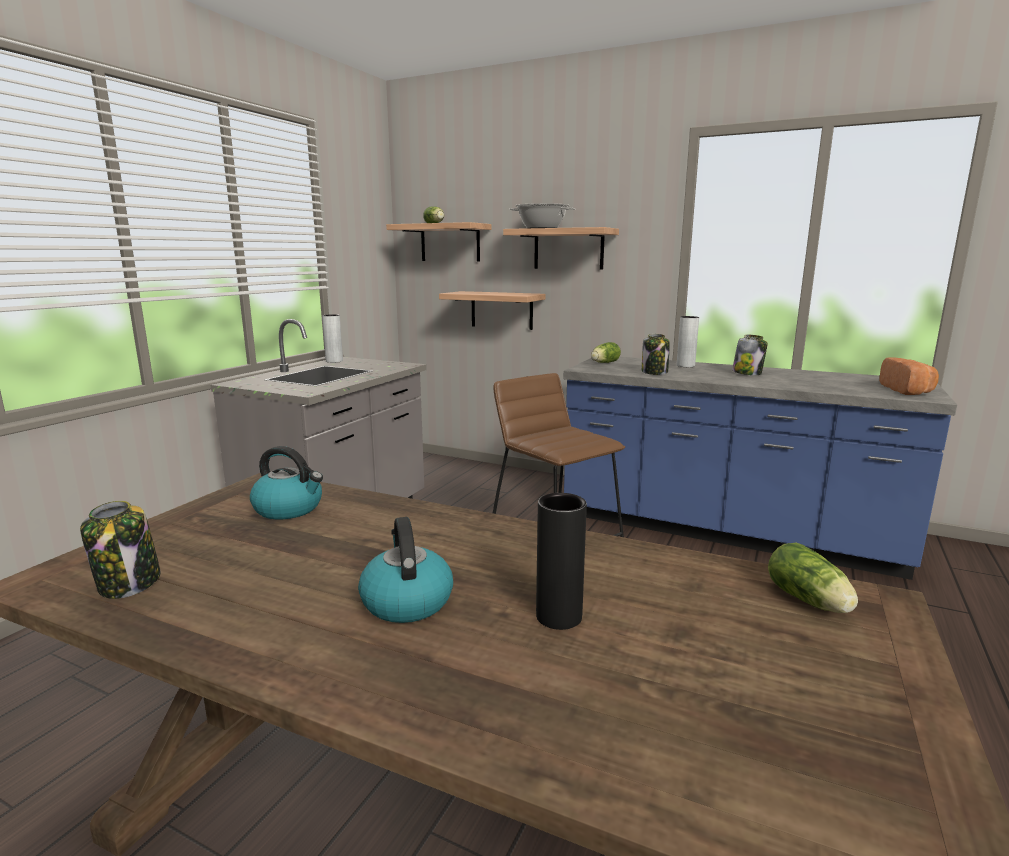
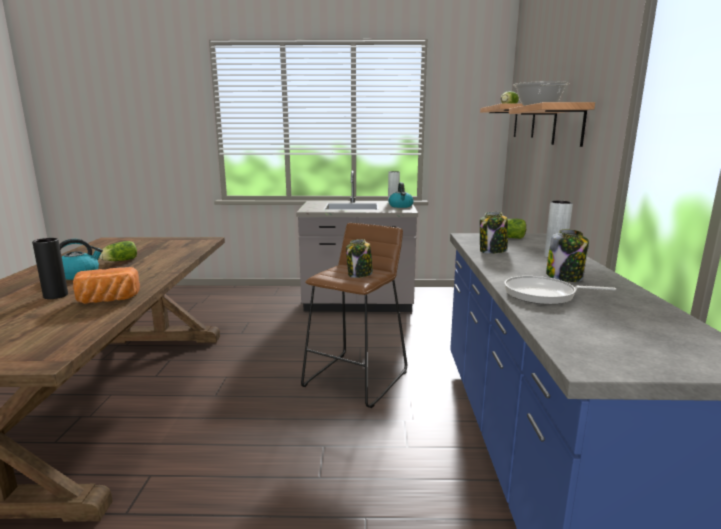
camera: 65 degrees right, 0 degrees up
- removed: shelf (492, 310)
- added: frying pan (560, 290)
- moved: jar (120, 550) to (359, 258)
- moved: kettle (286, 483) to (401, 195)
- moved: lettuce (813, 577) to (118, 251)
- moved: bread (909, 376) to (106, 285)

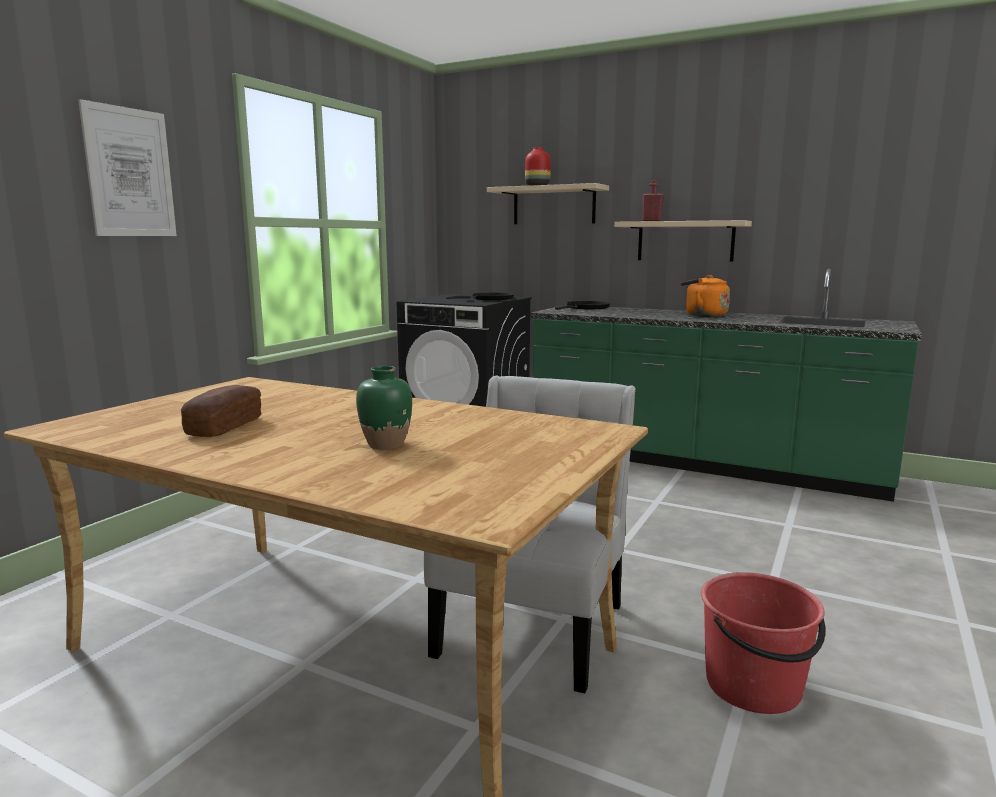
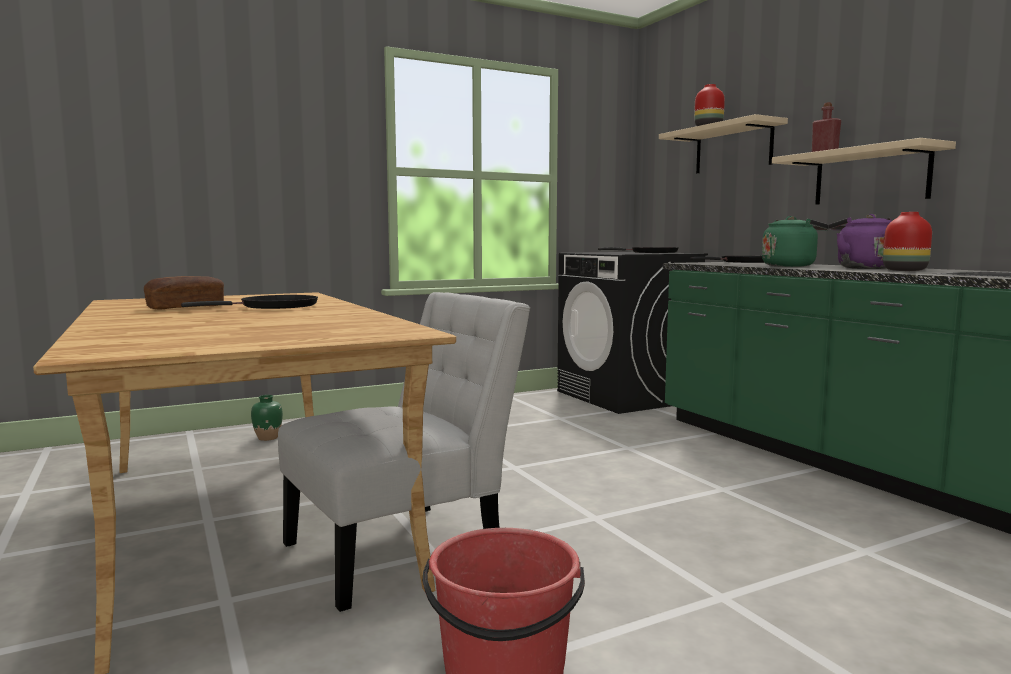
camera: 35 degrees right, 5 degrees down
- removed: picture (127, 167)
- added: black frying pan (249, 302)
- added: green kettle (795, 241)
- added: red vase (907, 241)
- moved: green vase (384, 408) to (267, 418)
- recoloured: orange kettle (705, 296) to purple kettle (859, 241)

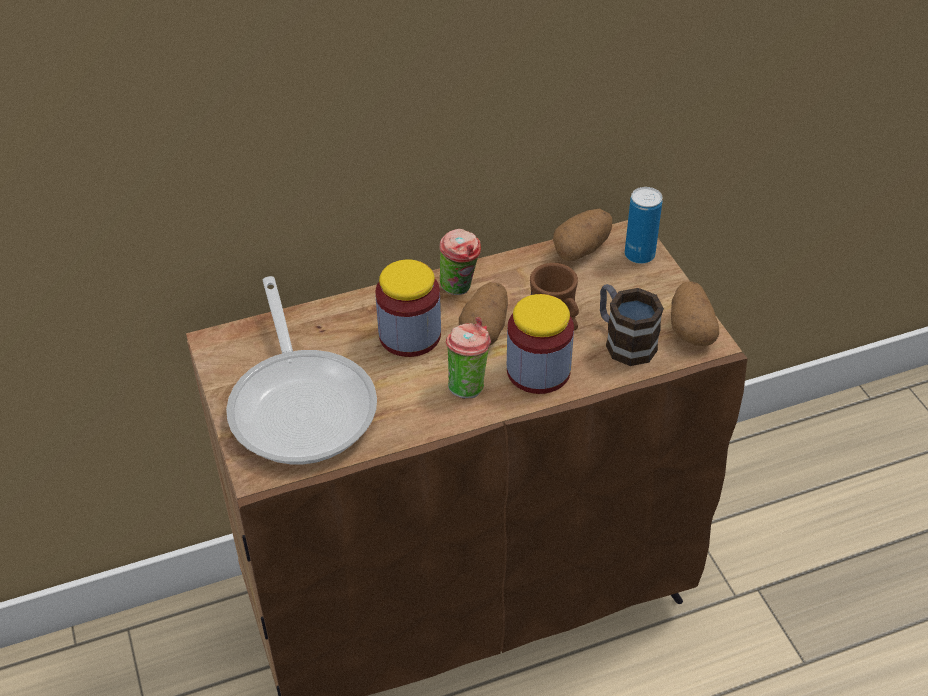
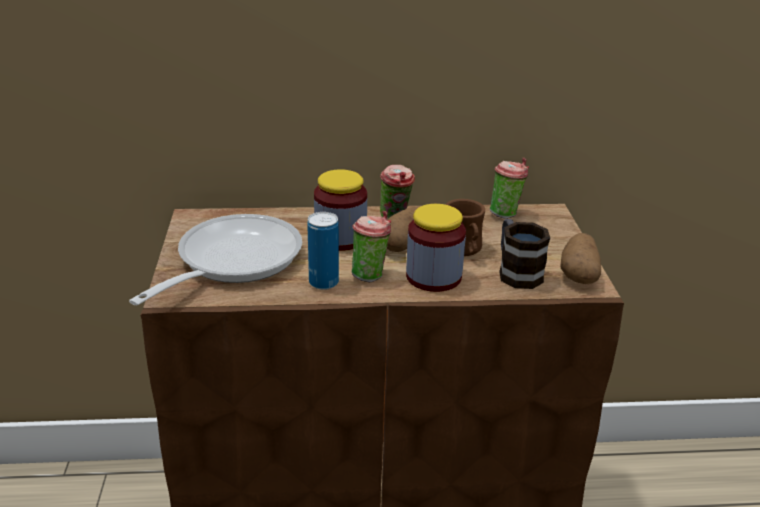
camera: 15 degrees right, 15 degrees down
- moved: can (643, 225) to (323, 251)
- replaced: potato (582, 235) to cup (509, 188)
- turned: frying pan (301, 370) = (215, 259) 150 degrees counterclockwise

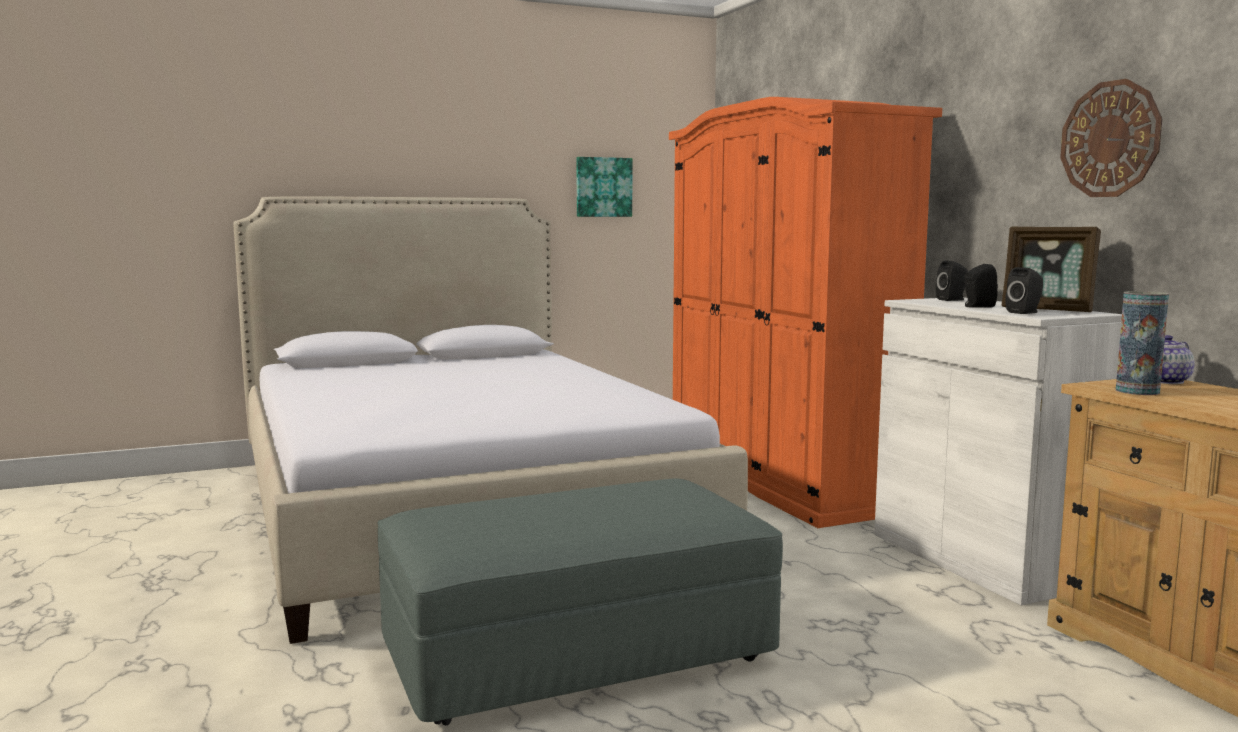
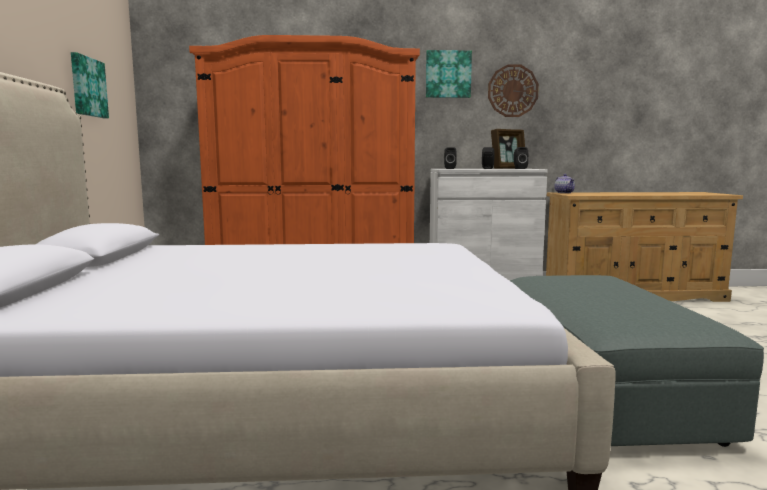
camera: 70 degrees left, 0 degrees up
- removed: vase (1142, 343)
- added: picture (449, 74)

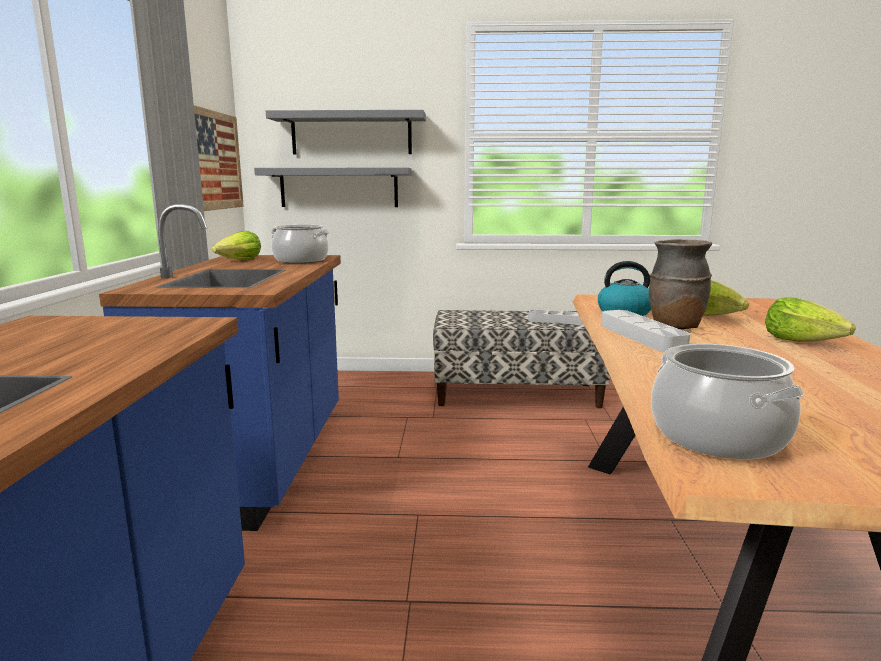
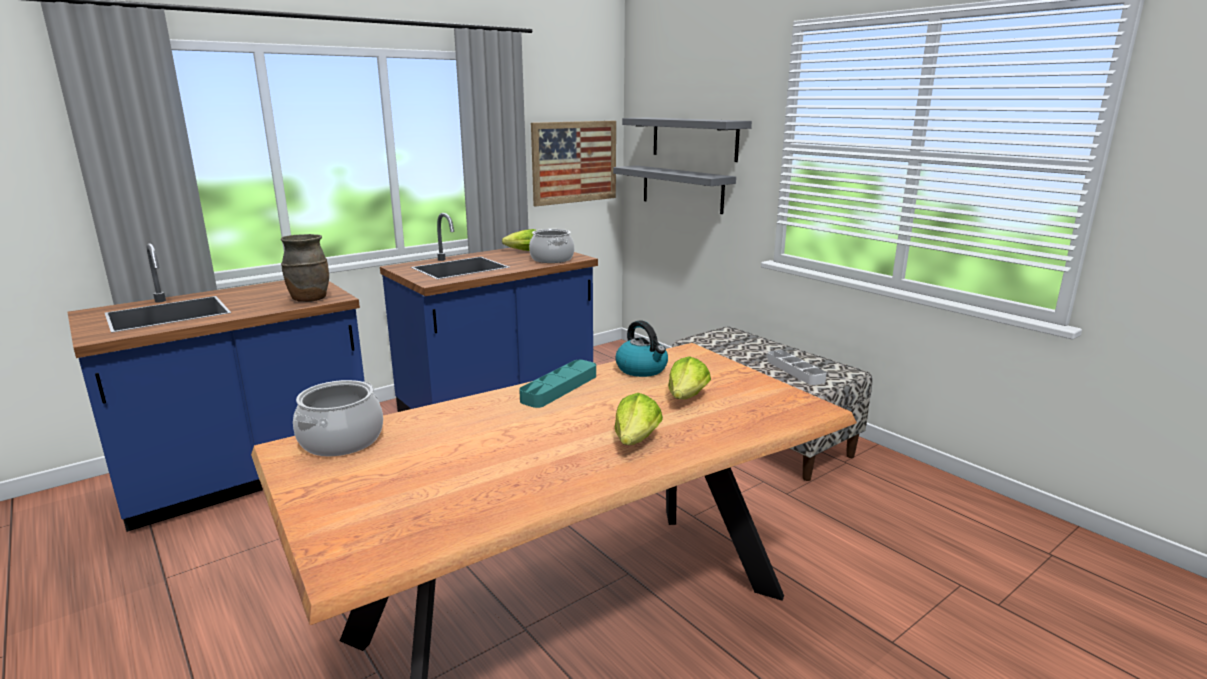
camera: 50 degrees right, 5 degrees up
- moved: brown vase (680, 284) to (305, 268)
- recoloured: grey tray (645, 331) to turquoise tray (557, 384)

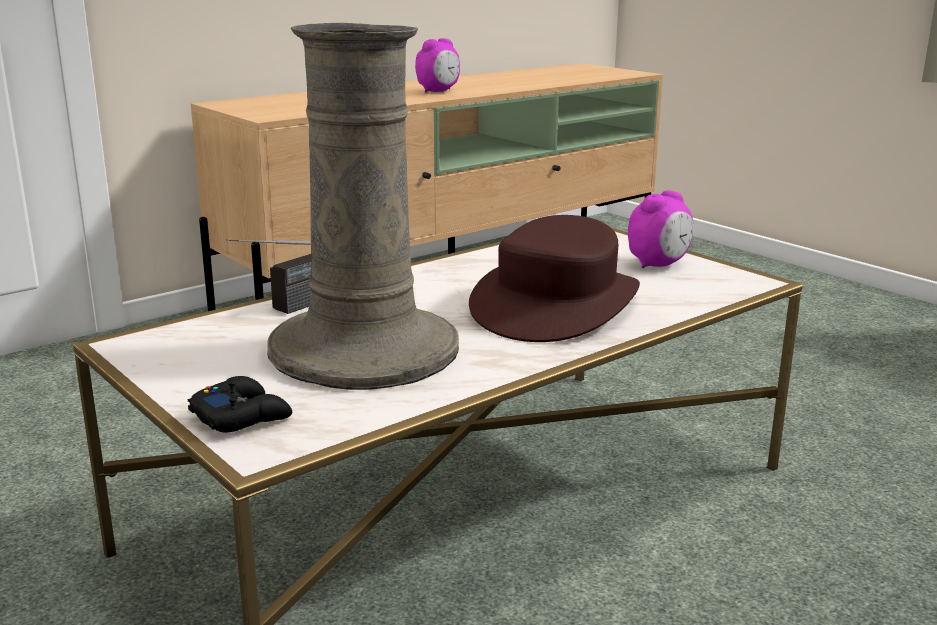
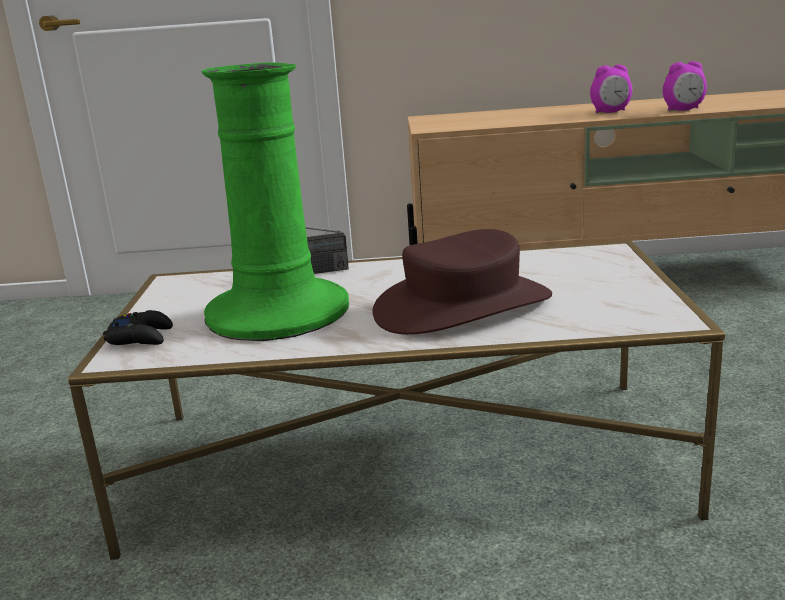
camera: 40 degrees right, 0 degrees up
- moved: alarm clock (660, 229) to (685, 86)
- recoloured: beige vase (363, 206) to green vase (275, 201)

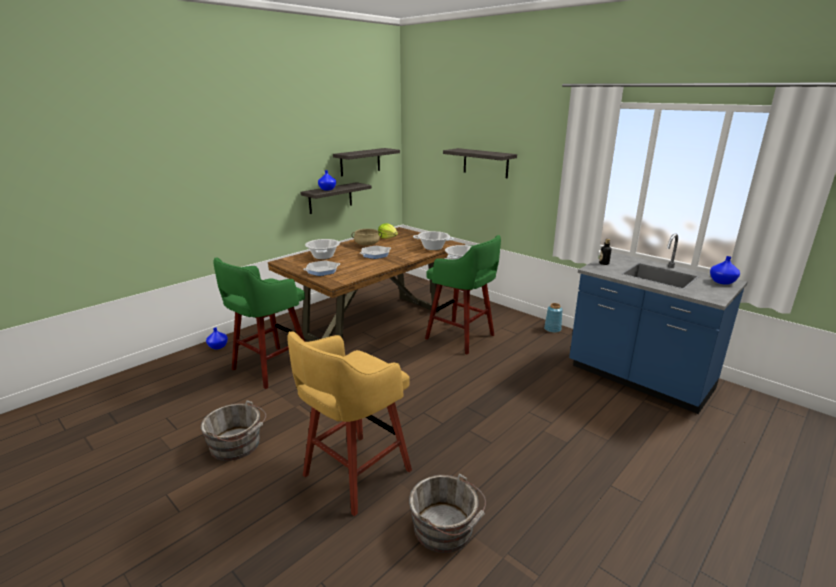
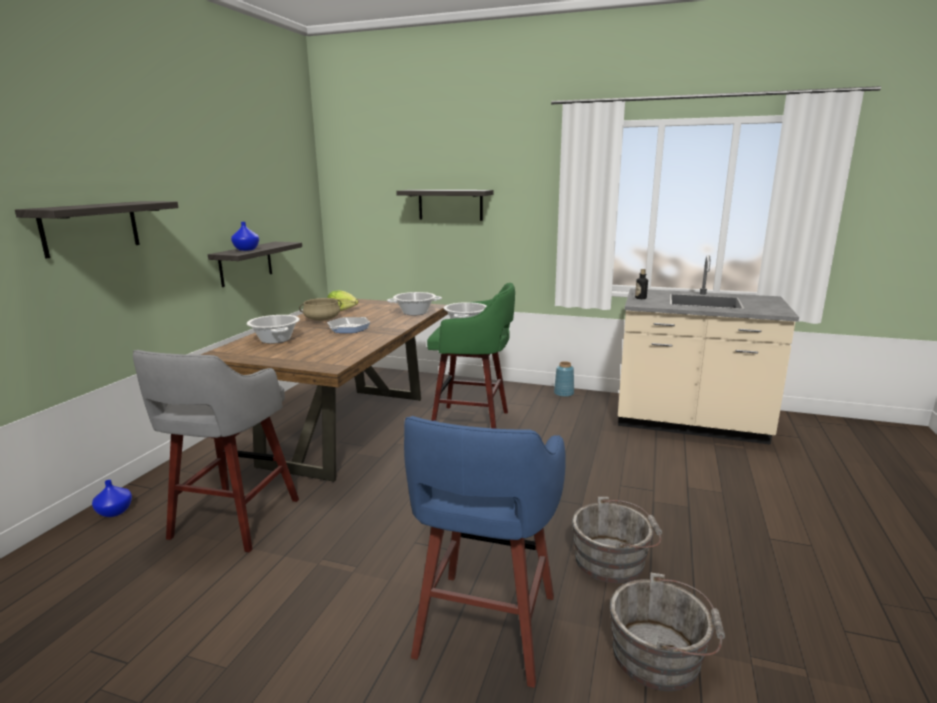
camera: 25 degrees left, 5 degrees down
- removed: frying pan (322, 268)
- removed: blue vase (725, 270)
- moved: grey bucket (233, 430) to (617, 540)
- moved: shelf (366, 162) to (96, 230)
- recoloured: green stool (259, 323) to grey stool (216, 451)
- recoloured: yellow stool (350, 423) to blue stool (485, 552)
- recoloured: blue counter (658, 323) to beige counter (708, 350)

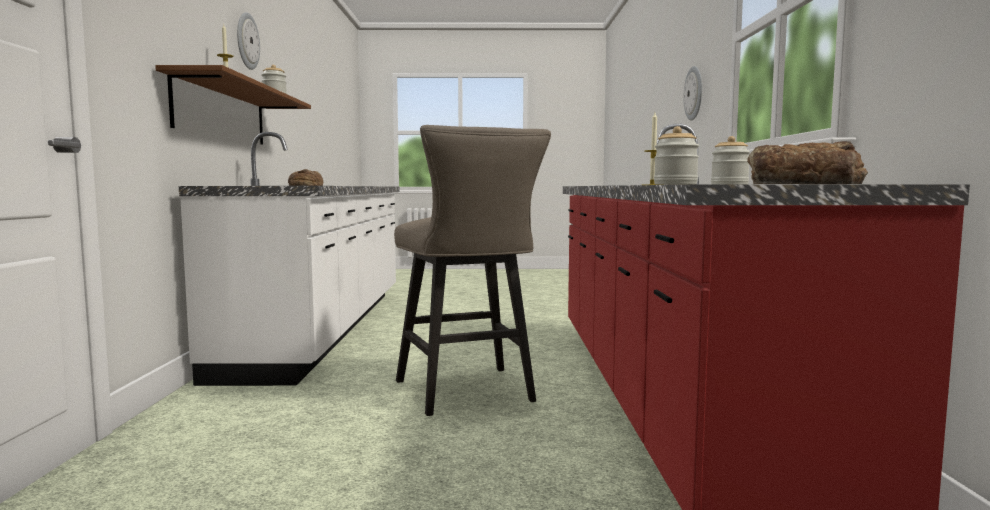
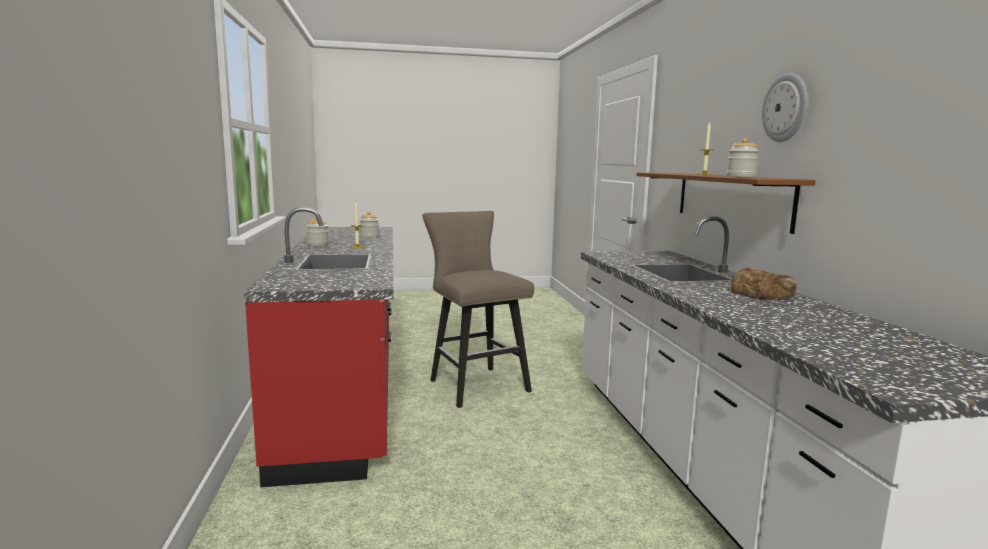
camera: 170 degrees right, 5 degrees up
- removed: wall clock (692, 93)
- removed: bread (807, 162)

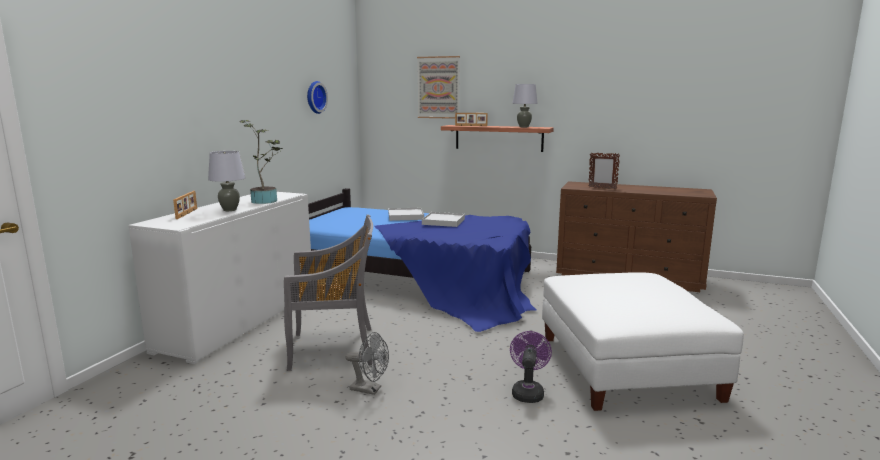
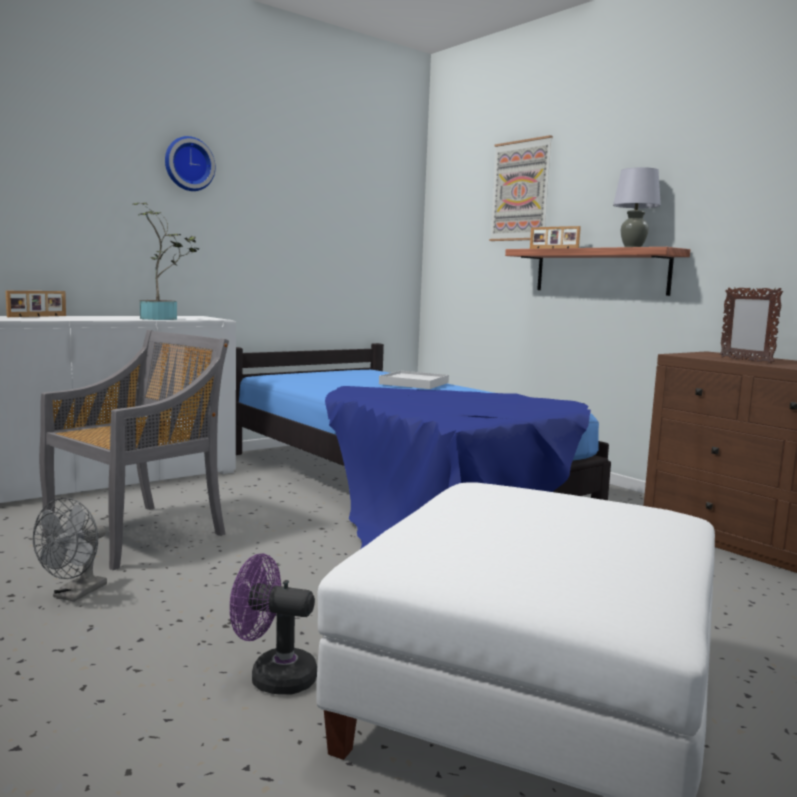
camera: 30 degrees right, 5 degrees down
- removed: grey table lamp (227, 181)
- removed: white tray (443, 219)
- moved: wall clock (317, 97) to (190, 163)
- turned: grey chair (328, 292) = (134, 450) 75 degrees counterclockwise
- turned: grey fan (367, 363) = (70, 550) 60 degrees clockwise
- turned: purple fan (531, 367) = (273, 623) 120 degrees counterclockwise

